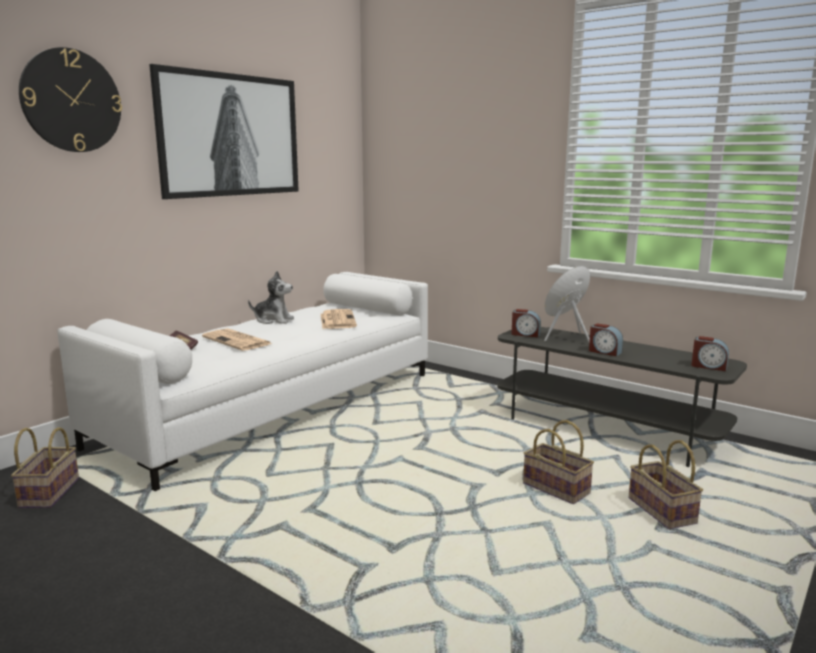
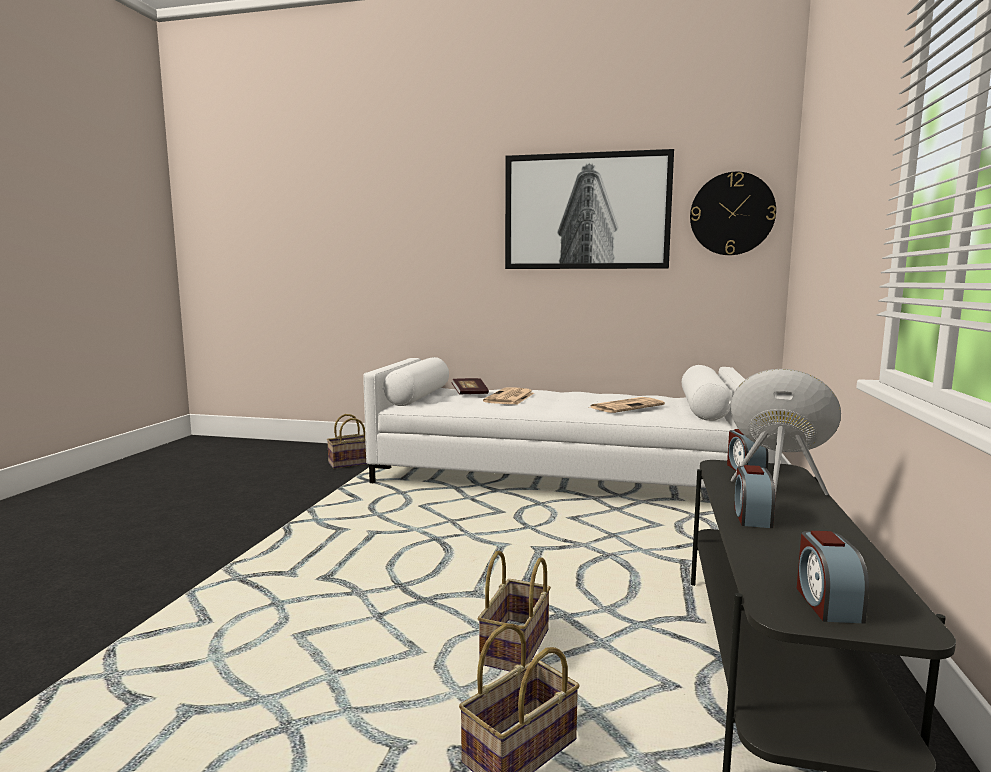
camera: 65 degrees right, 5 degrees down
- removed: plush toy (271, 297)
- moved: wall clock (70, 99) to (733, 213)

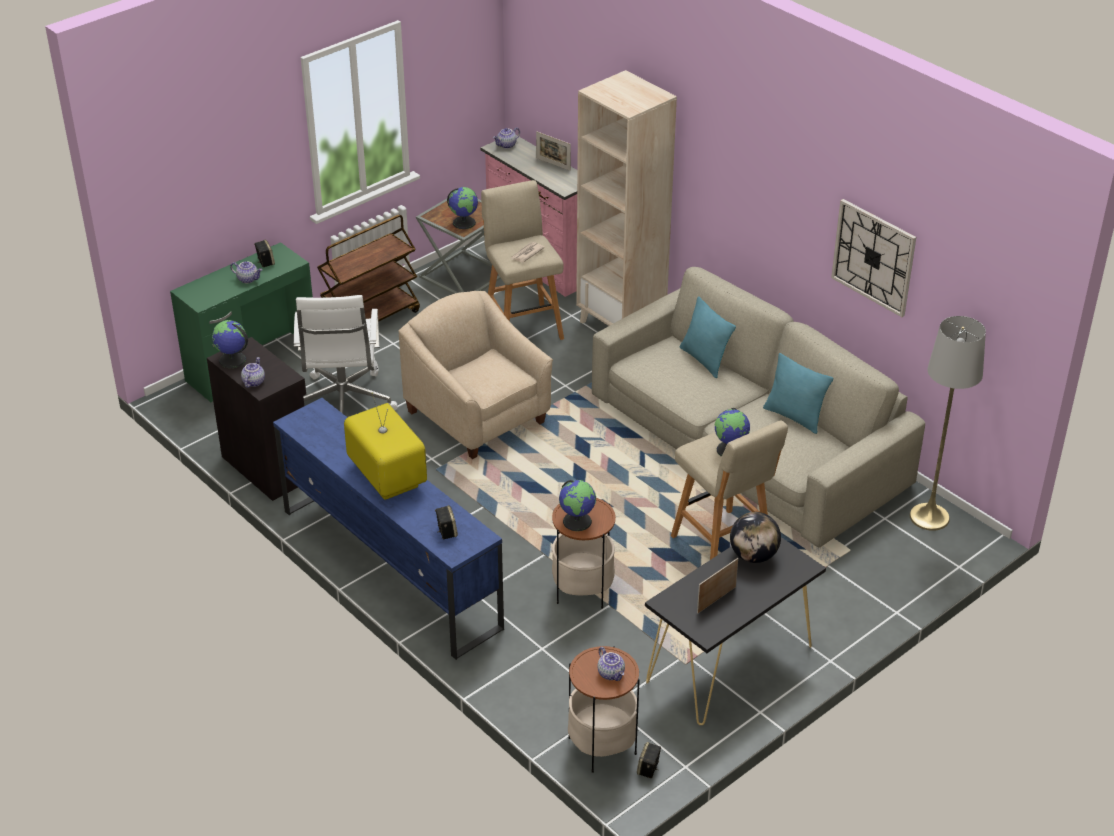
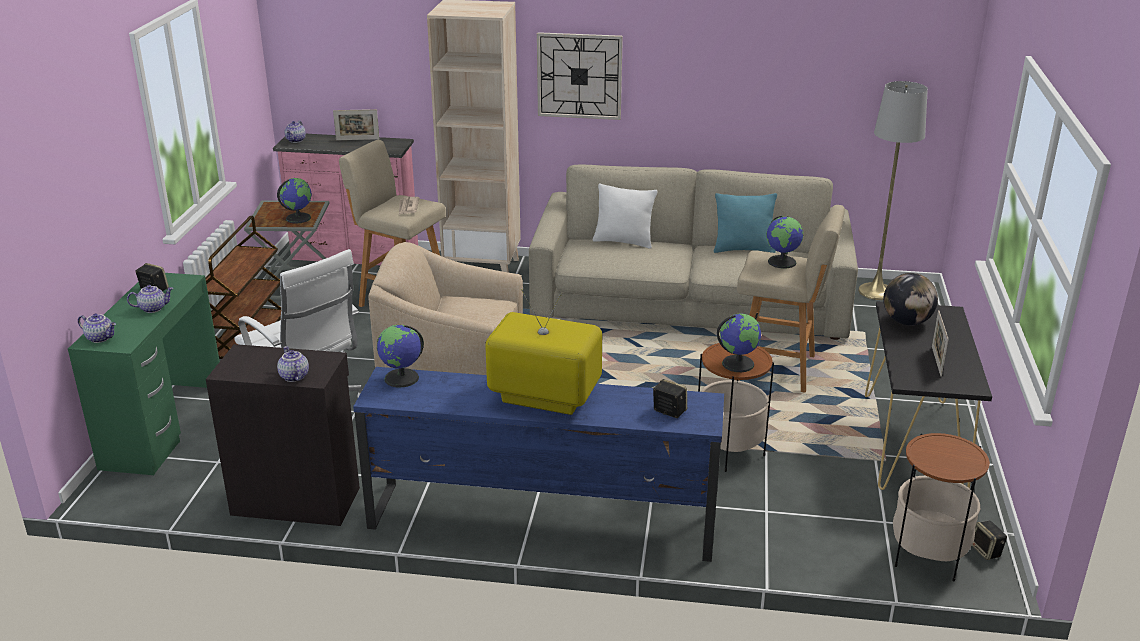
camera: 40 degrees left, 10 degrees down
- moved: globe (230, 344) to (400, 356)
- moved: teapot (611, 664) to (97, 328)
- moved: wall clock (873, 258) to (580, 76)
- recoloured: turquoise pillow (707, 337) to white pillow (625, 216)

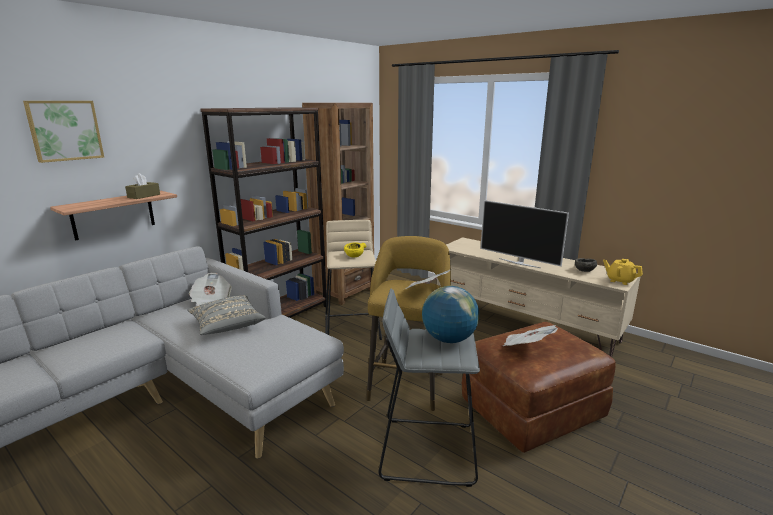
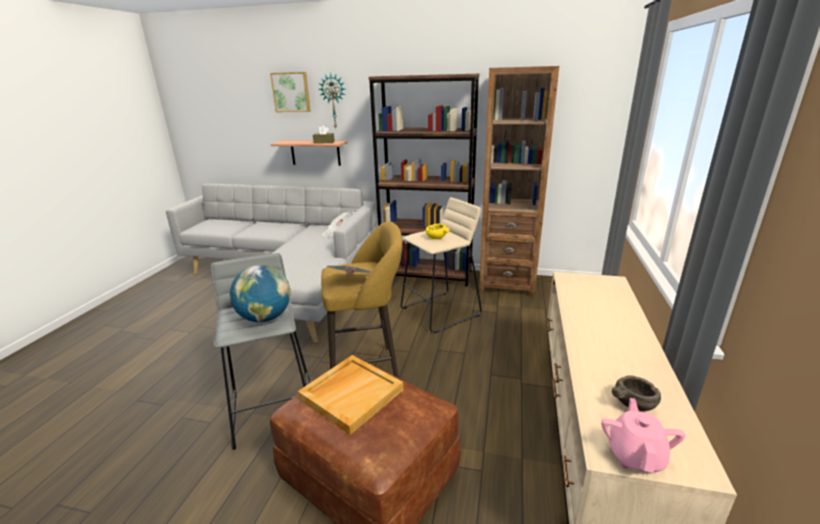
camera: 65 degrees right, 5 degrees up
- removed: grey pillow (226, 315)
- removed: television (524, 234)
- added: wall clock (331, 100)
- replaced: newspaper (530, 335) to beige tray (350, 395)
- recoloured: yellow teapot (623, 272) to pink teapot (643, 435)

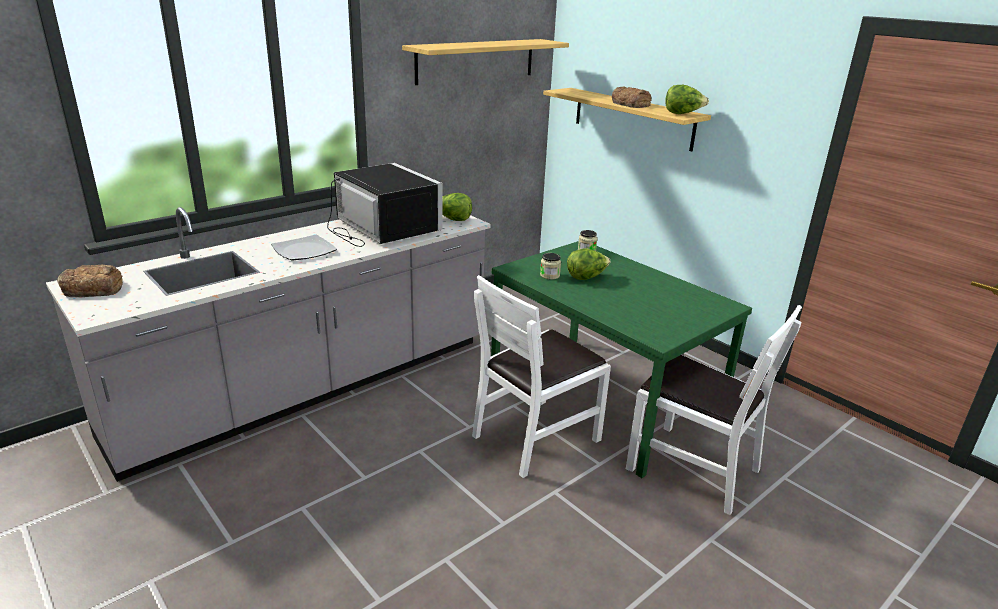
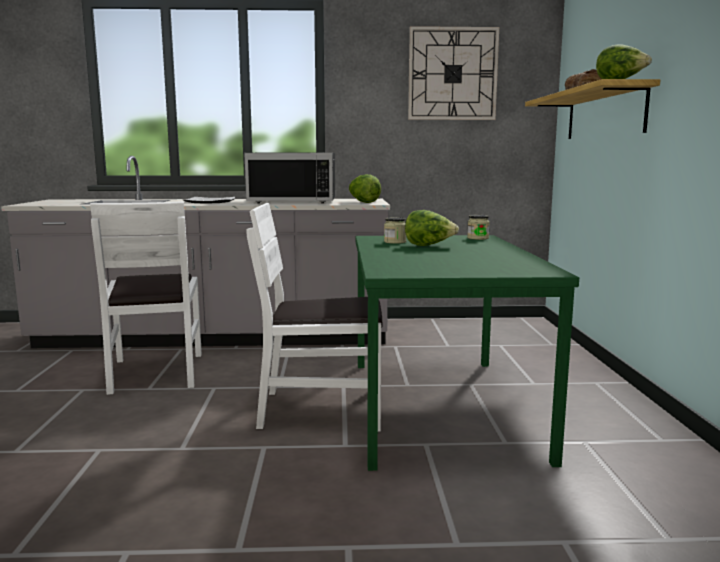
camera: 40 degrees right, 15 degrees down
- removed: bread (90, 281)
- moved: white chair (714, 410) to (146, 298)
- replaced: shelf (485, 62) to wall clock (453, 73)
- turned: black microwave (384, 205) = (289, 178) 90 degrees clockwise

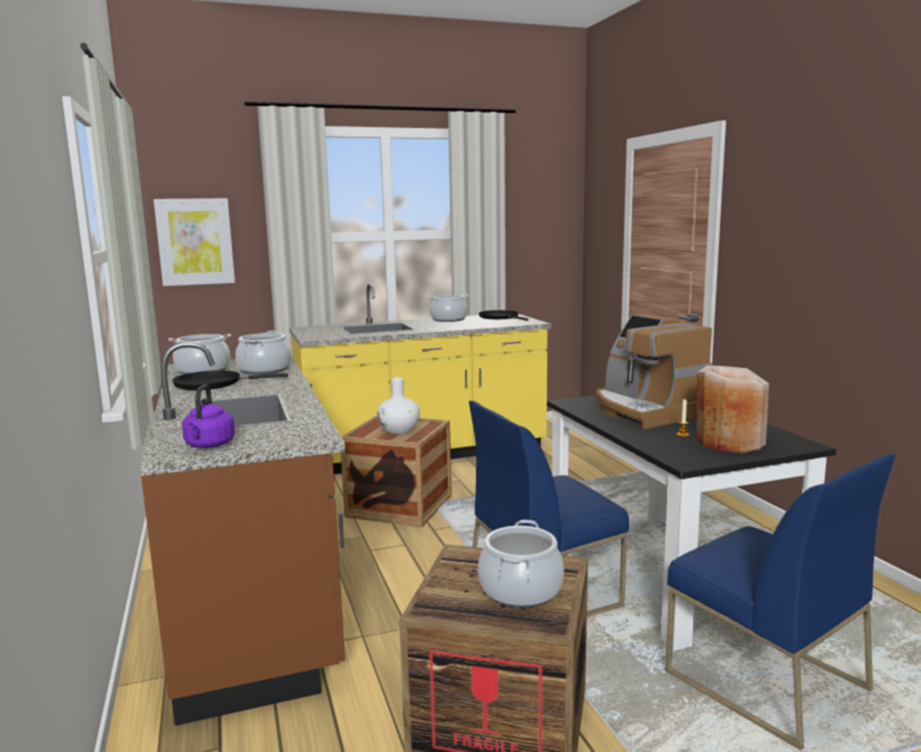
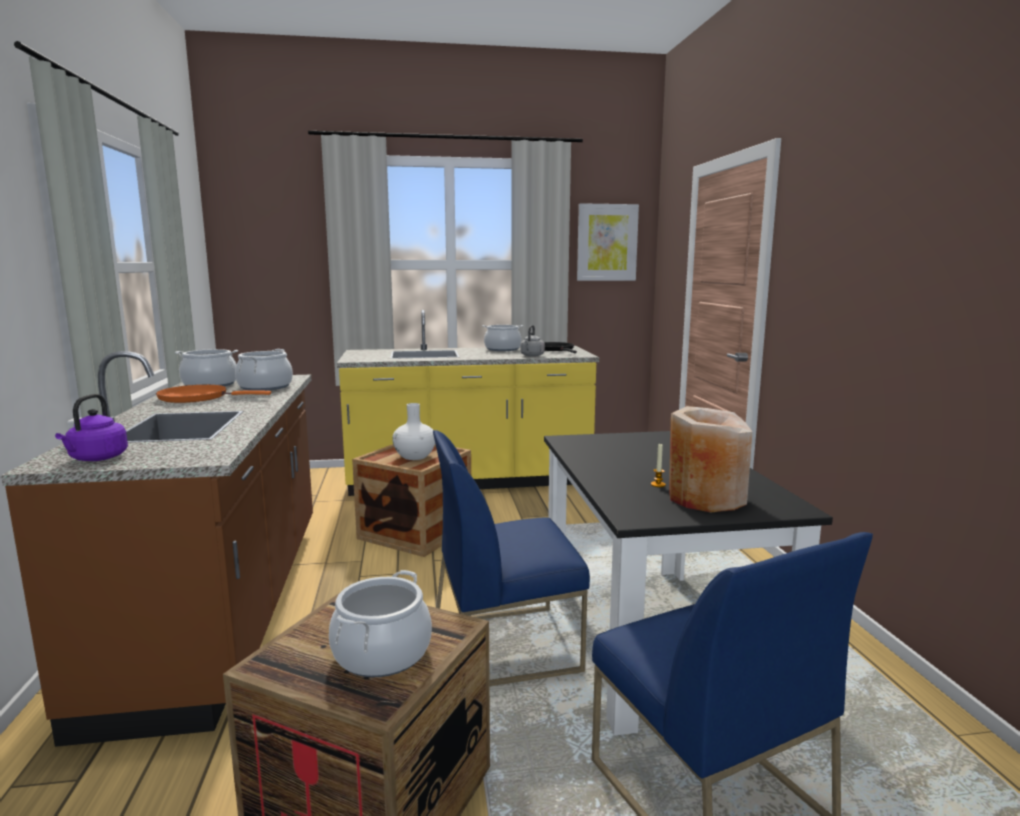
camera: 10 degrees right, 0 degrees up
- removed: coffee machine (654, 372)
- added: grey kettle (532, 341)
- moved: picture (194, 242) to (608, 242)
- recoloured: black frying pan (230, 380) to orange frying pan (213, 394)

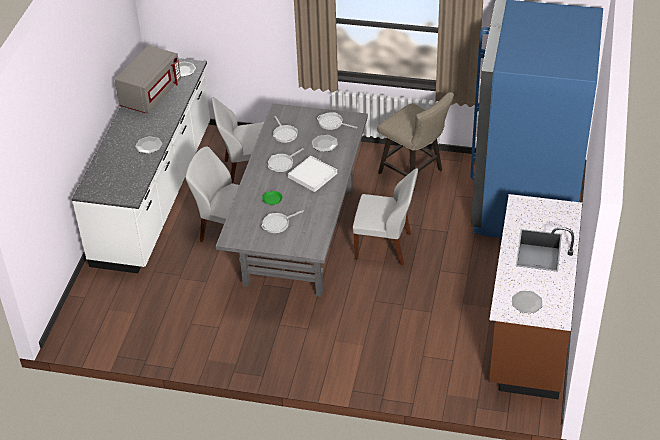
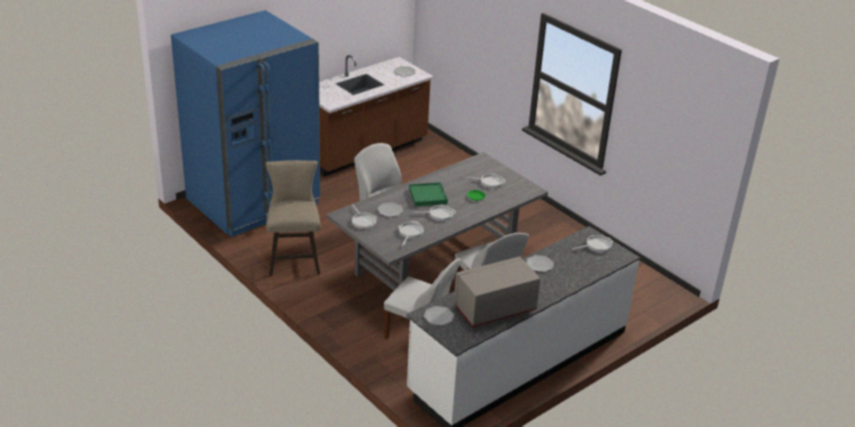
camera: 145 degrees left, 10 degrees down
- added: frying pan (592, 243)
- recoloured: white tray (312, 174) to green tray (428, 194)

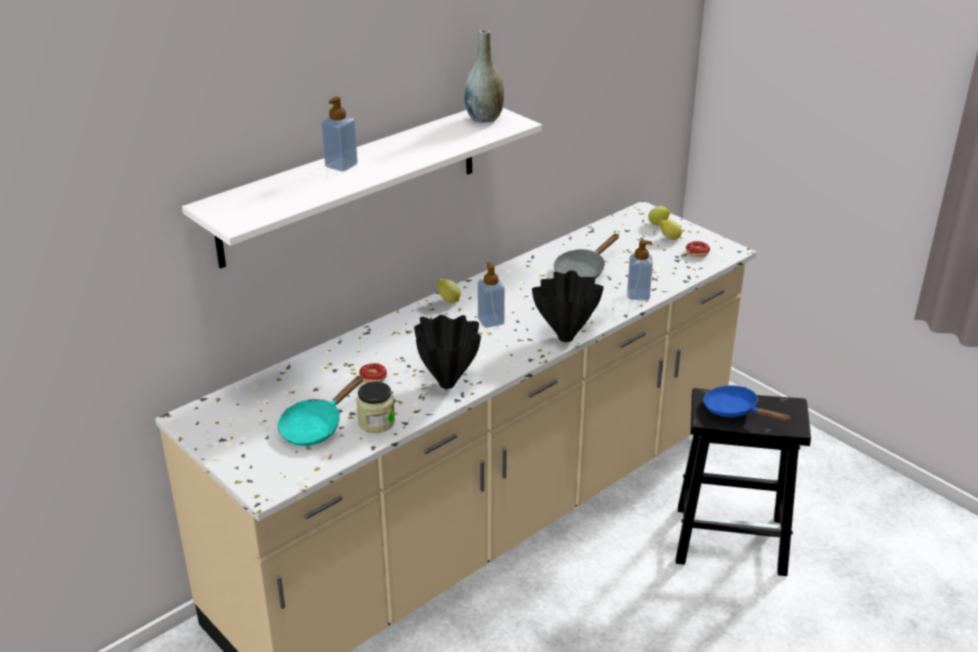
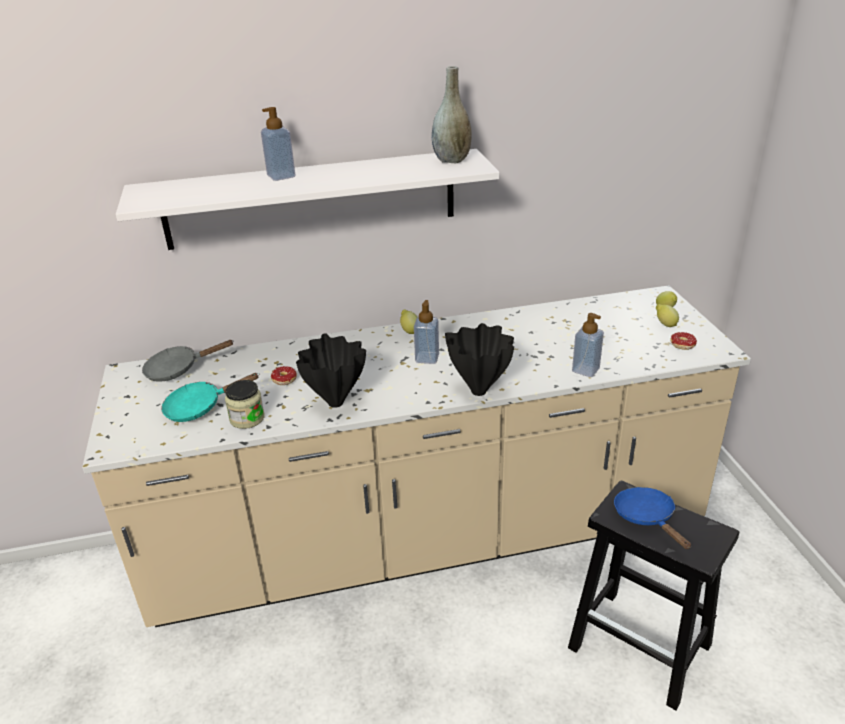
camera: 30 degrees right, 0 degrees up
- moved: grey frying pan (586, 256) to (188, 361)

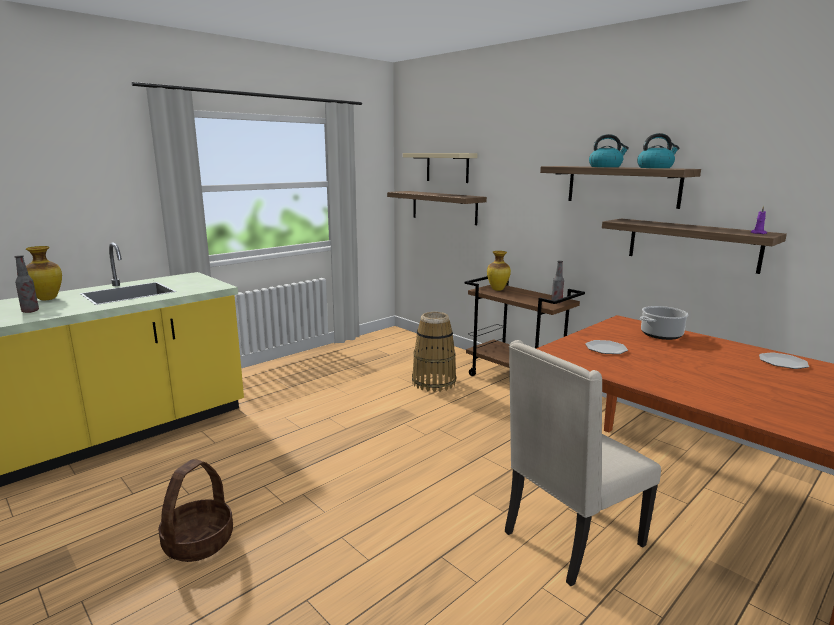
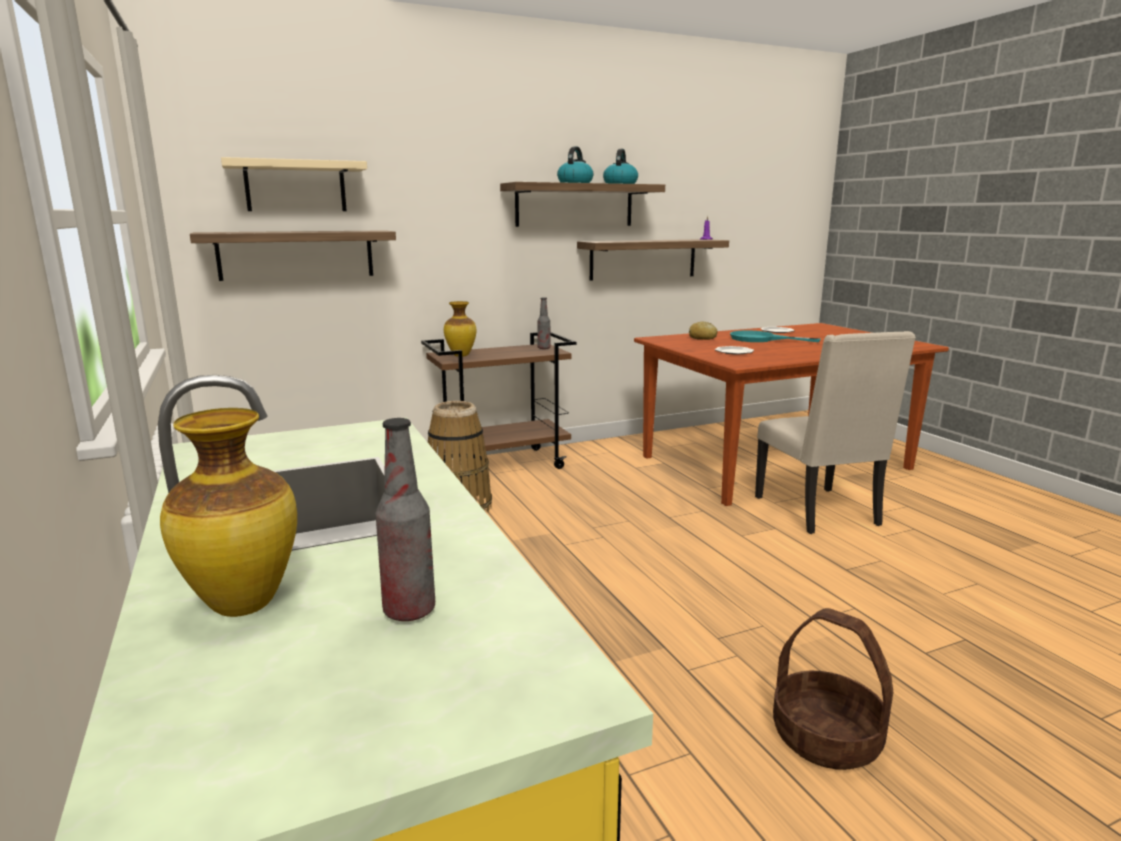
camera: 70 degrees left, 0 degrees up
- added: turquoise frying pan (775, 336)
- replaced: cooking pot (664, 323) to bread (703, 330)

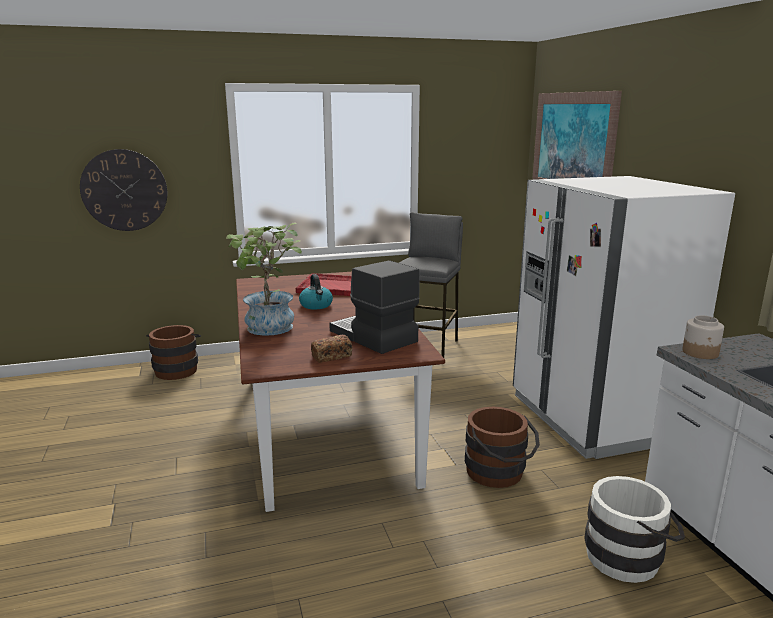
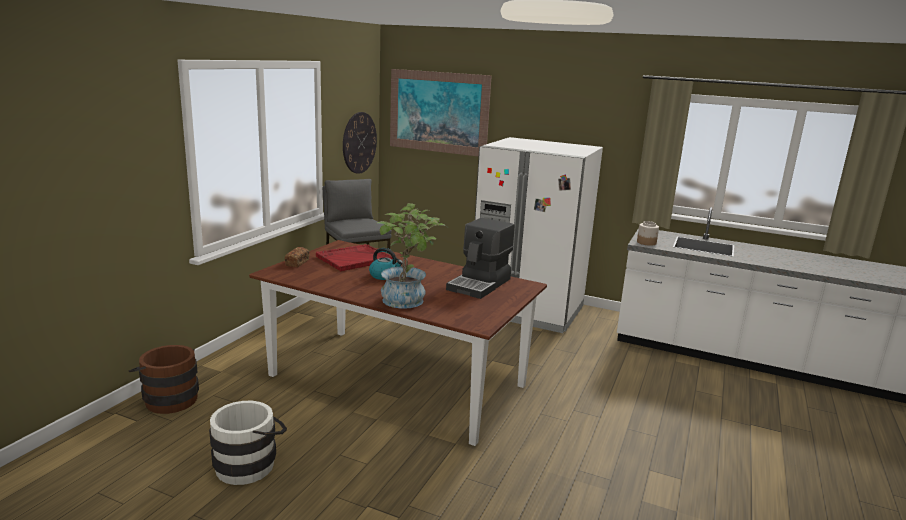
camera: 50 degrees left, 0 degrees up
- removed: brown bucket (502, 447)
- moved: wall clock (123, 190) to (360, 143)
- moved: bread (331, 349) to (297, 257)
- moved: white bucket (634, 529) to (248, 443)
- turned: coffee machine (374, 307) = (480, 258) 60 degrees counterclockwise

